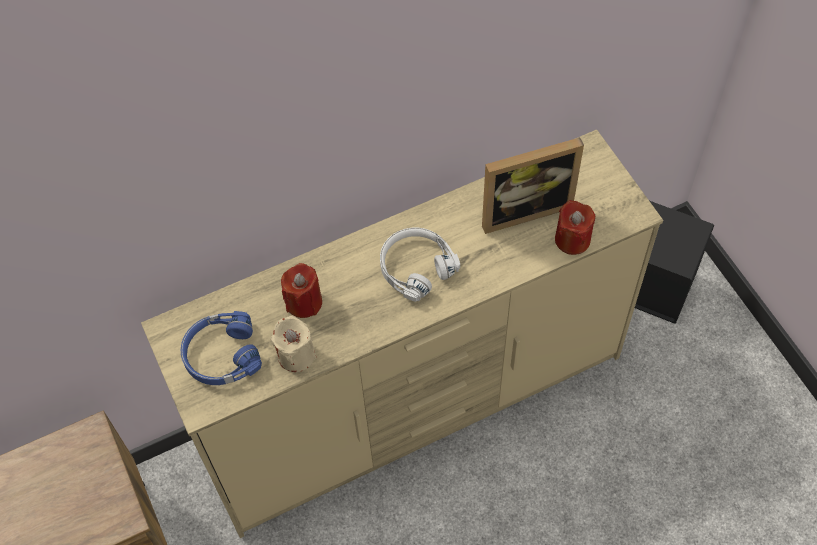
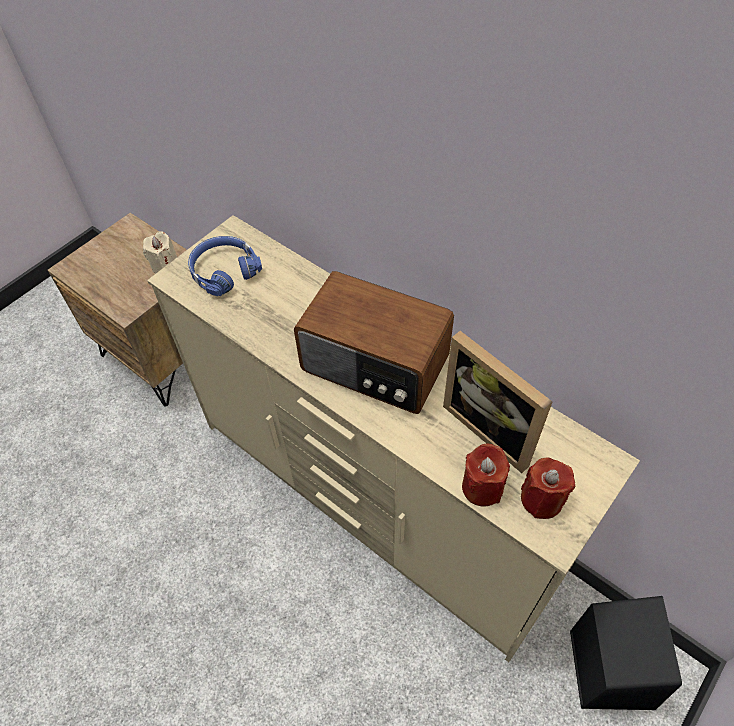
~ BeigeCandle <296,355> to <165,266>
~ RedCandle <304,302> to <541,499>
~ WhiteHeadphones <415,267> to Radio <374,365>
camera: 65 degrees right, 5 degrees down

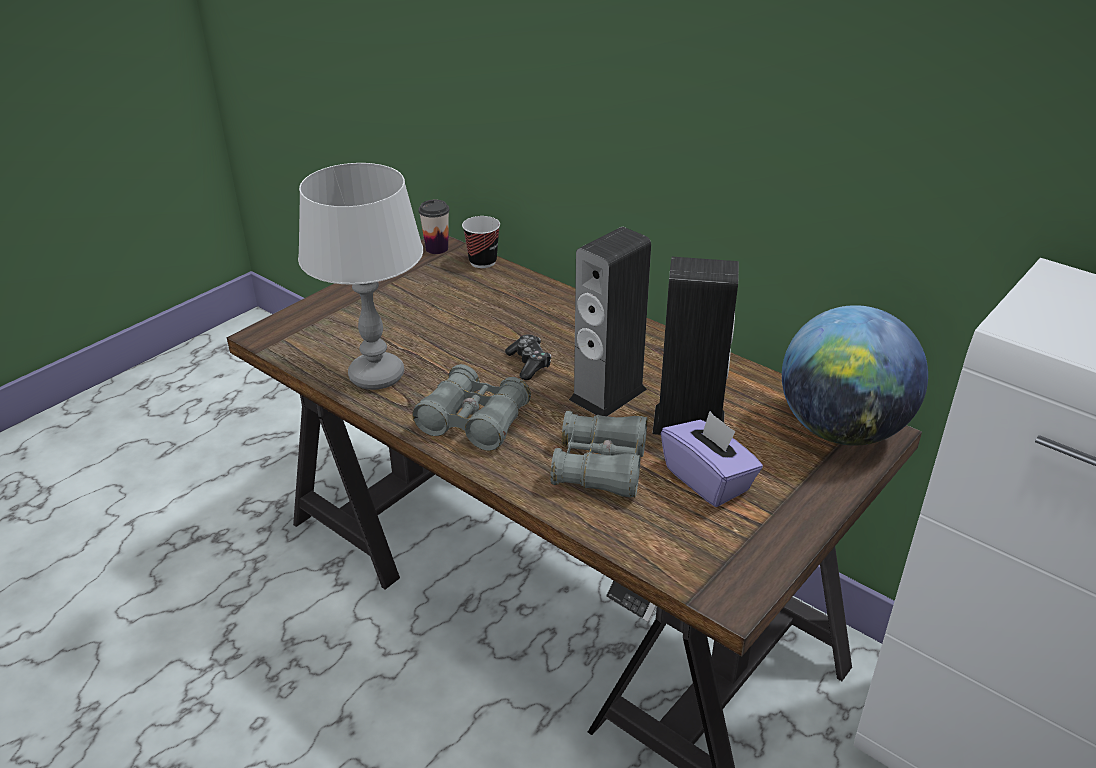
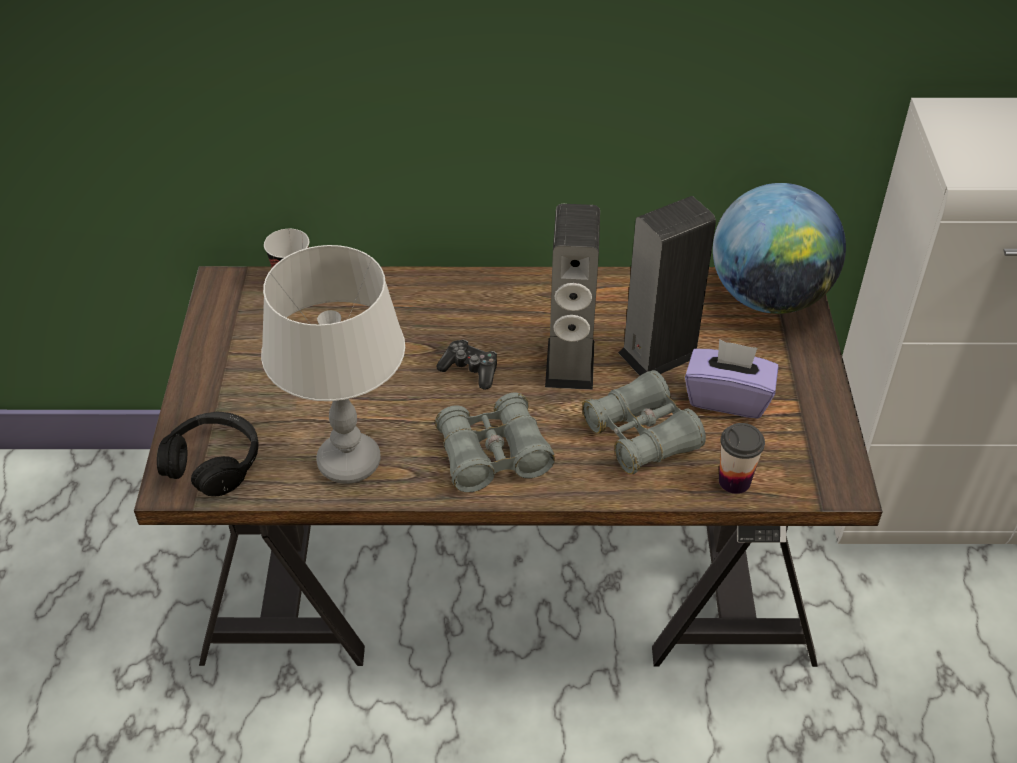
~ Cup <436,248> to <734,481>
+ BlackHeadphones <213,462>
camera: 40 degrees left, 10 degrees up

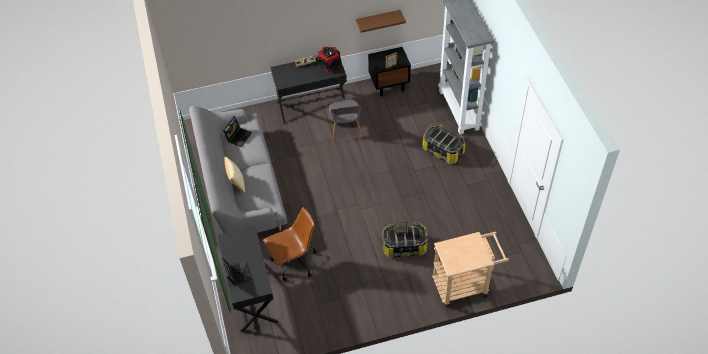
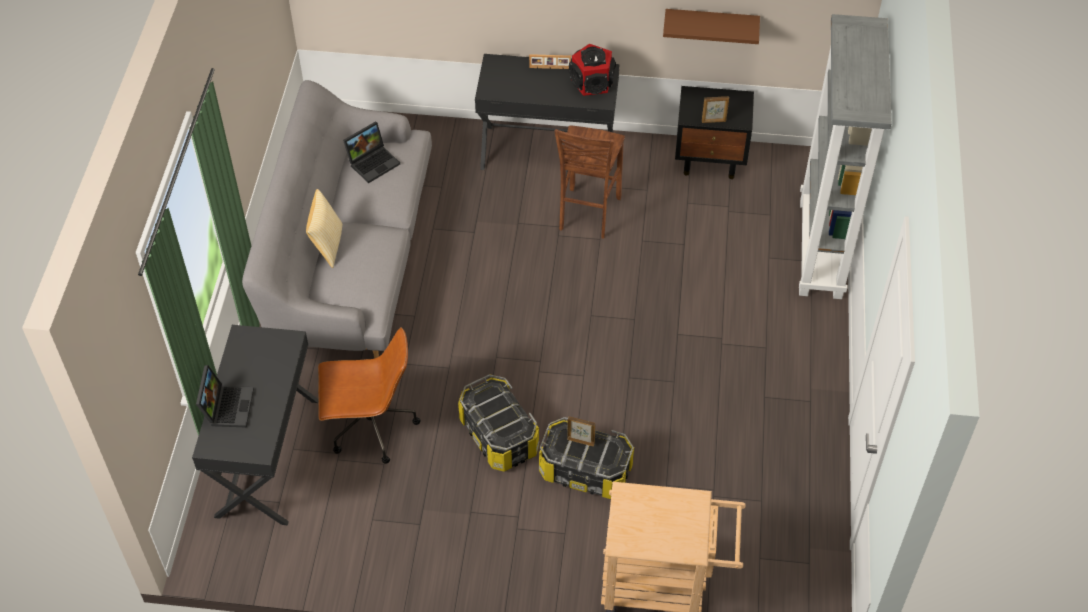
~ GreyChair <345,129> to BrownStool <587,214>
~ StorageBox <443,150> to <499,435>
camera: 20 degrees right, 0 degrees up

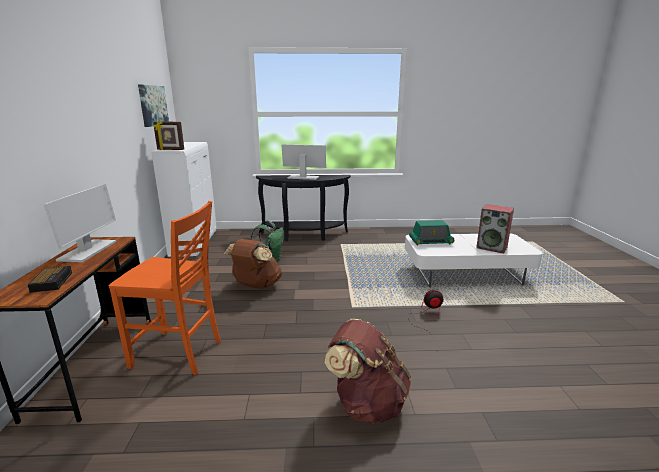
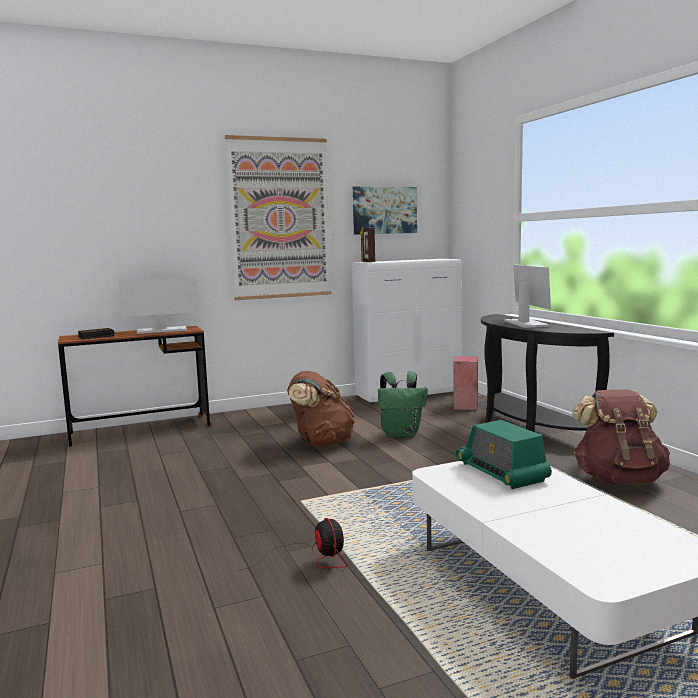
- OrangeChair <179,354>
~ BrownBackpack <367,403> to <618,480>
~ Speaker <492,247> to <466,406>
+ Picture <280,218>
camera: 70 degrees right, 10 degrees down

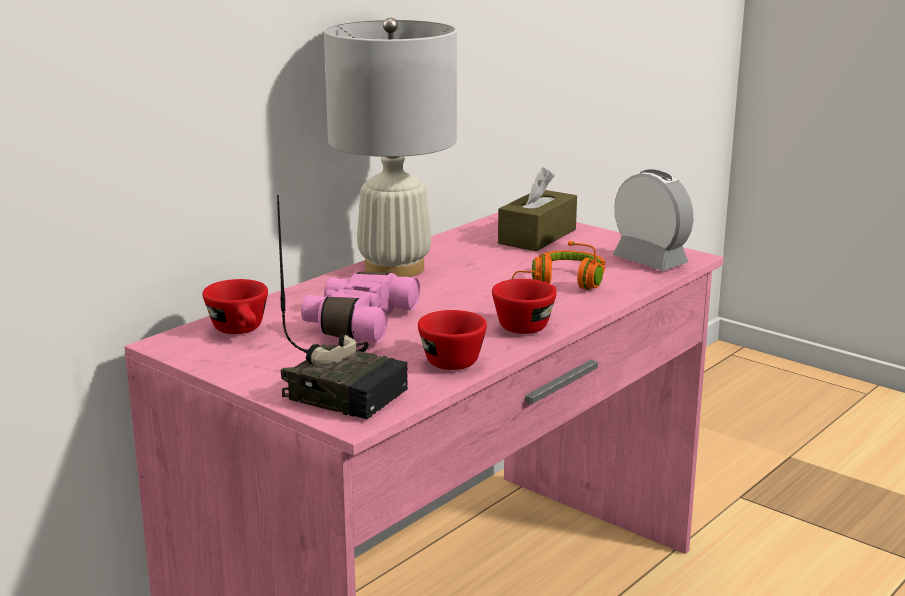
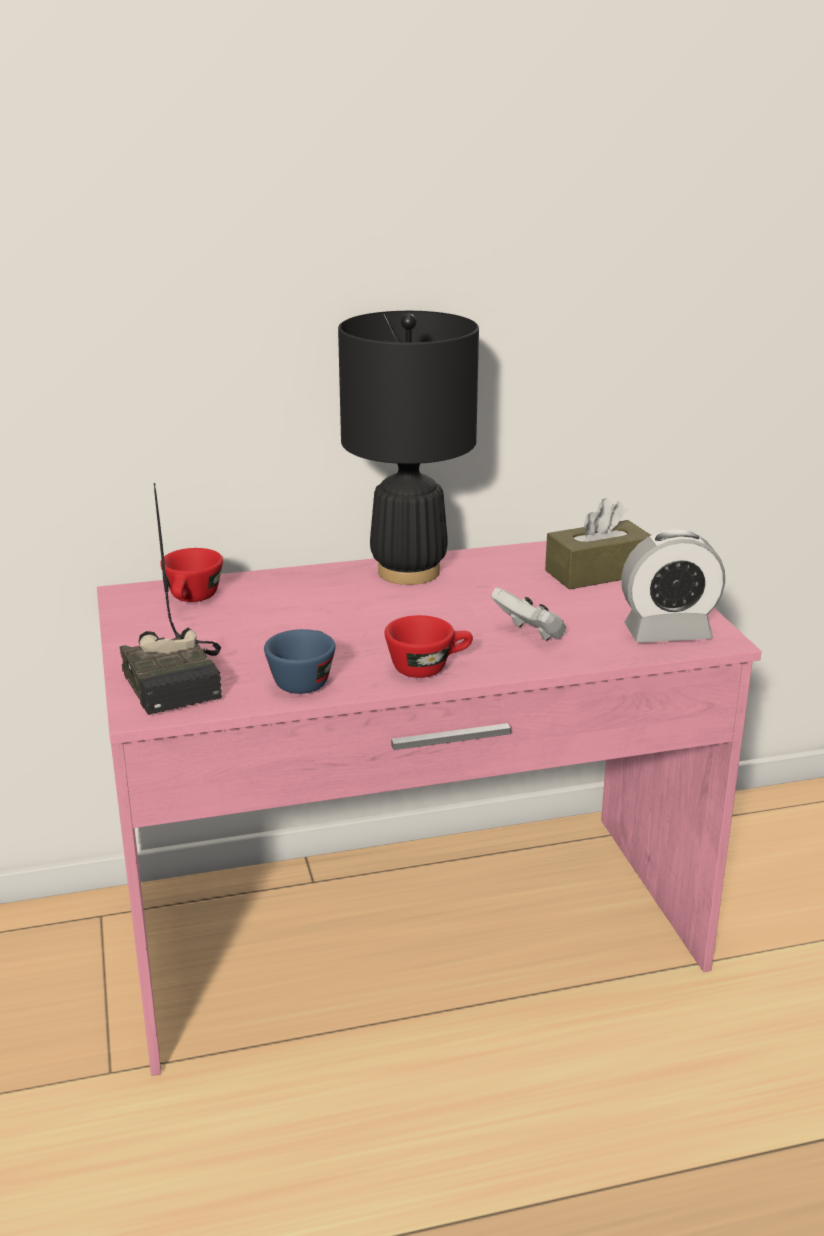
- PinkBinoculars <357,323>
~ WhiteTableLamp <395,268> to BlackTableLamp <409,572>
~ RedCup <447,359> to BlueCup <304,679>
~ OrangeHeadphones <561,285> to WhiteGameController <530,634>
~ AlarmClock <650,261> = <667,633> 90 degrees clockwise
camera: 35 degrees right, 5 degrees up

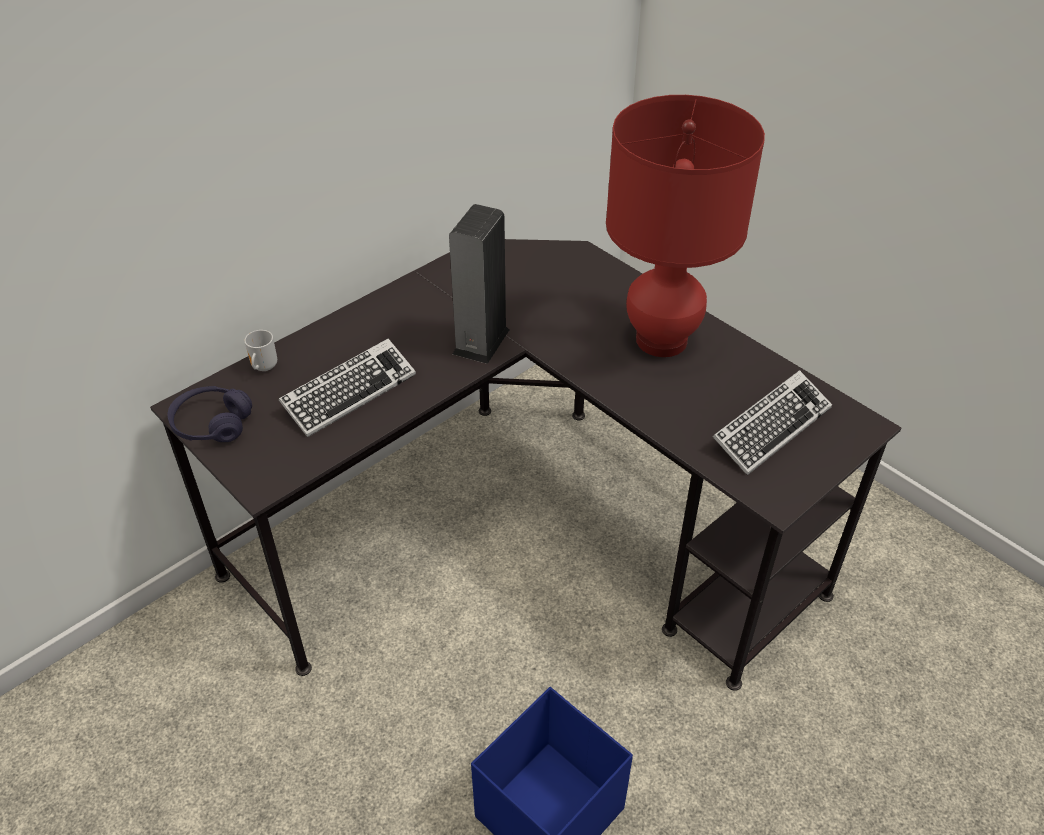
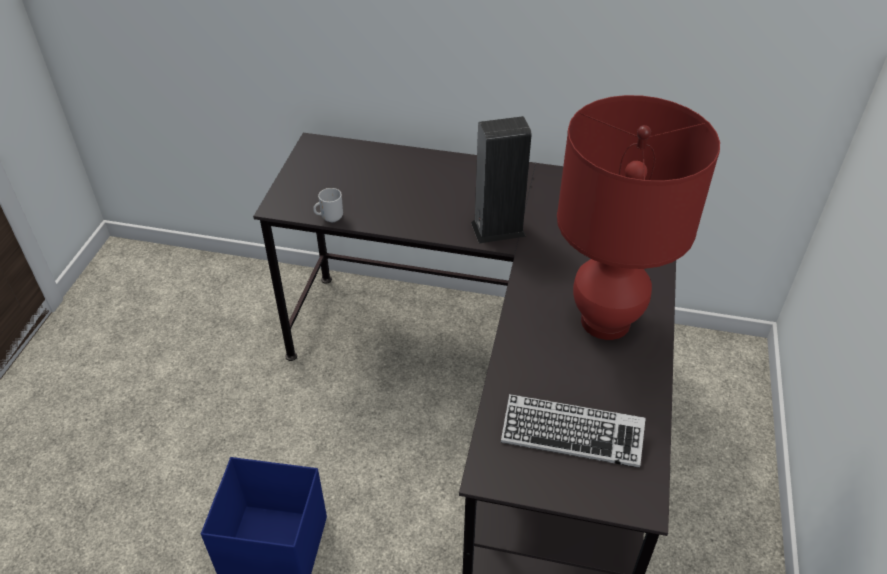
- PurpleHeadphones <212,424>
~ Mug <263,367> to <330,218>
- Keyboard <349,393>
camera: 55 degrees right, 0 degrees up

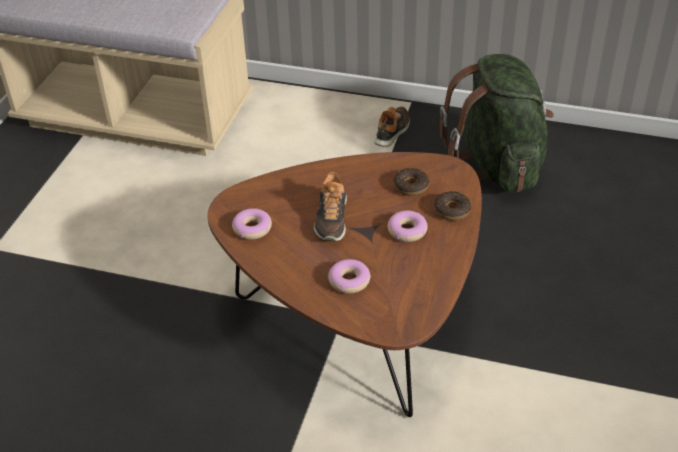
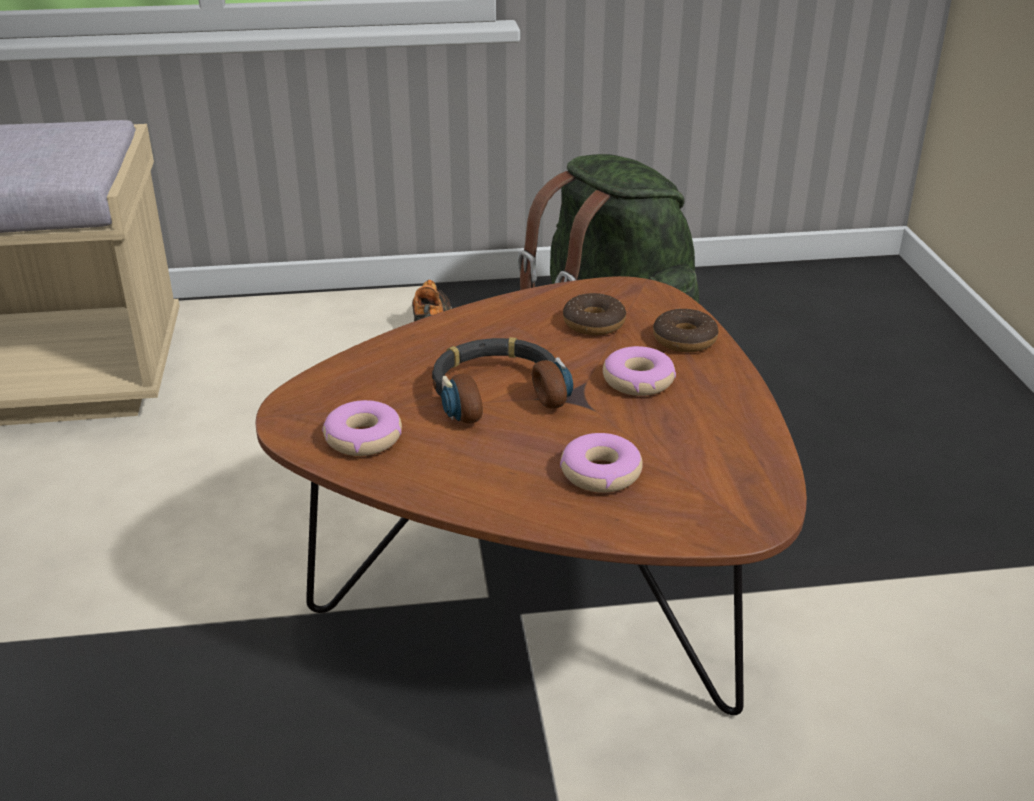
~ Shoe <331,219> to Headphones <497,393>
camera: 25 degrees left, 10 degrees down

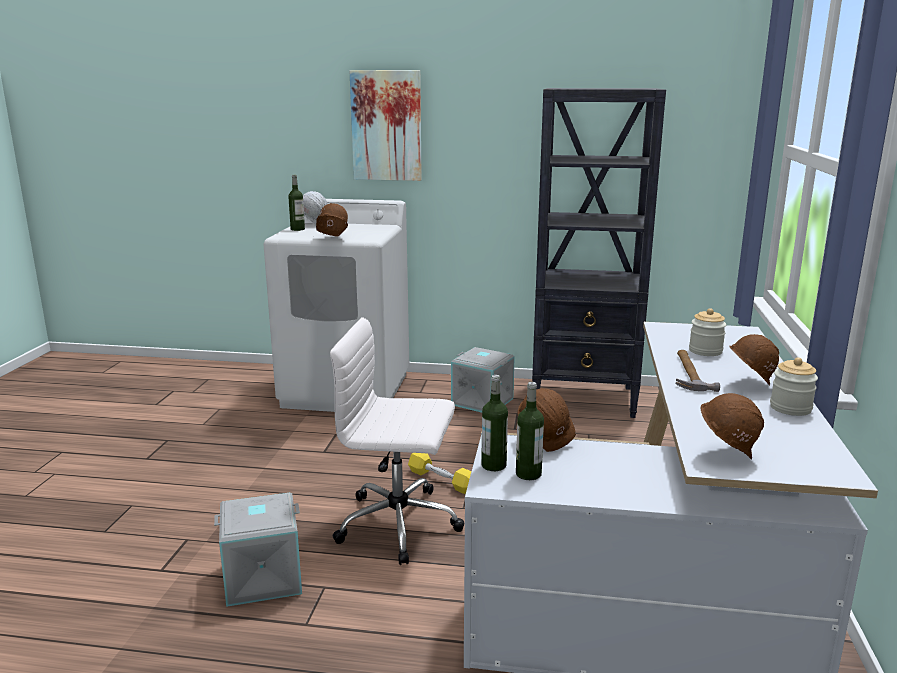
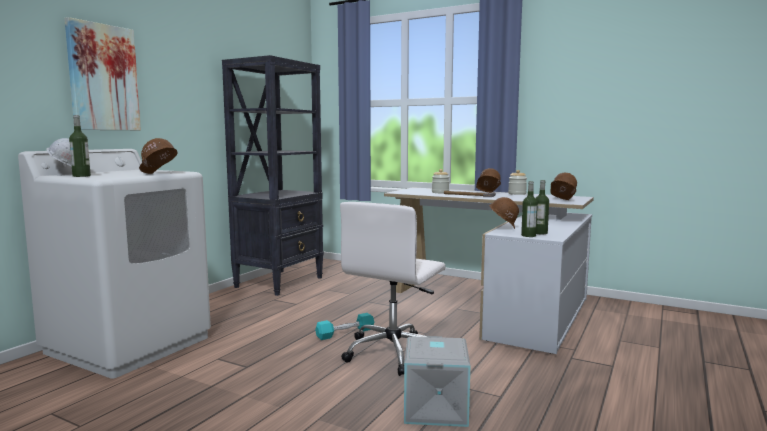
~ YellowDumbbell <441,480> to TurquoiseDumbbell <345,333>
- GreyStorageBox <483,401>
camera: 70 degrees left, 10 degrees down

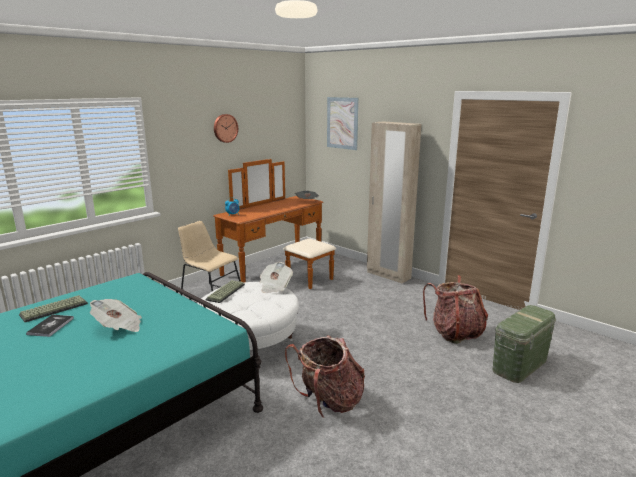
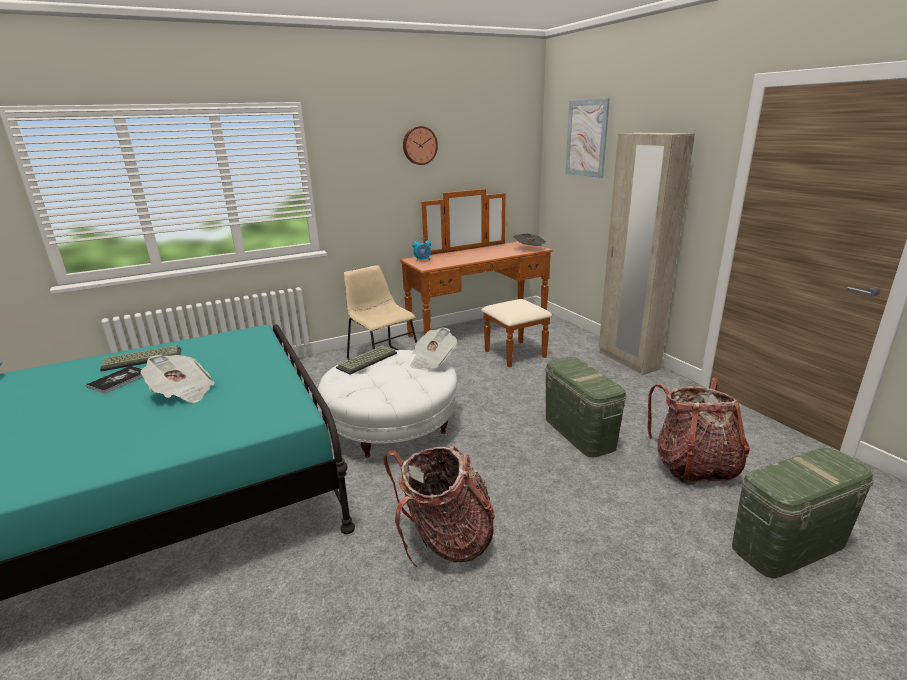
+ GreenStorageBox <579,432>
camera: 20 degrees right, 5 degrees up

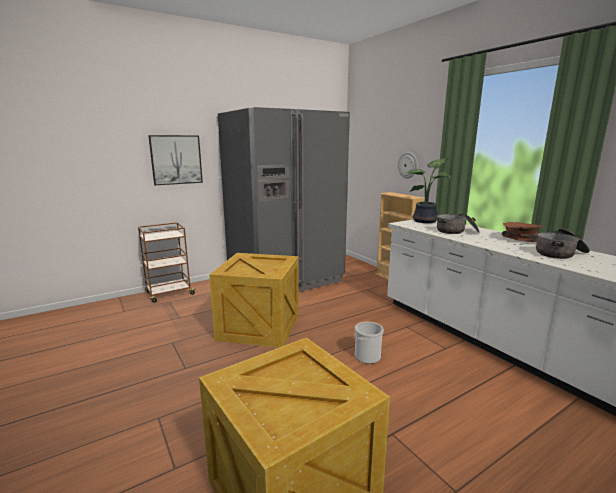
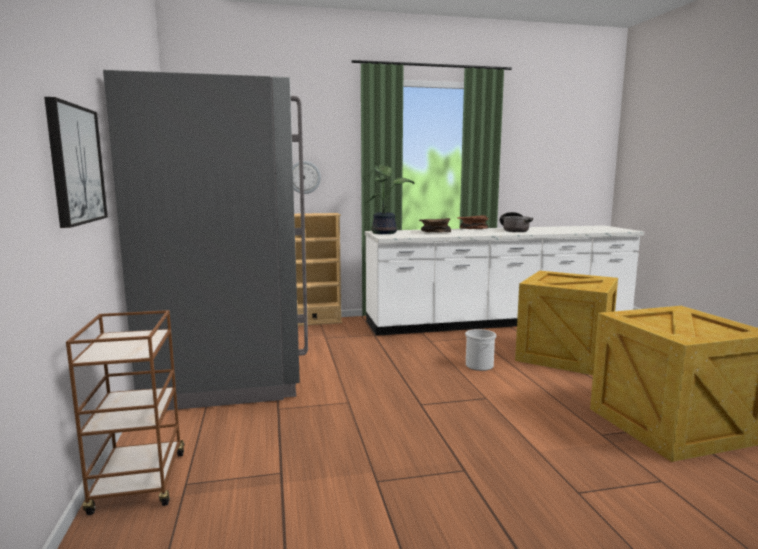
~ Crate <260,327> to <566,355>
~ CookingPot <456,231> to BrownBowl <434,233>
camera: 70 degrees left, 5 degrees down

